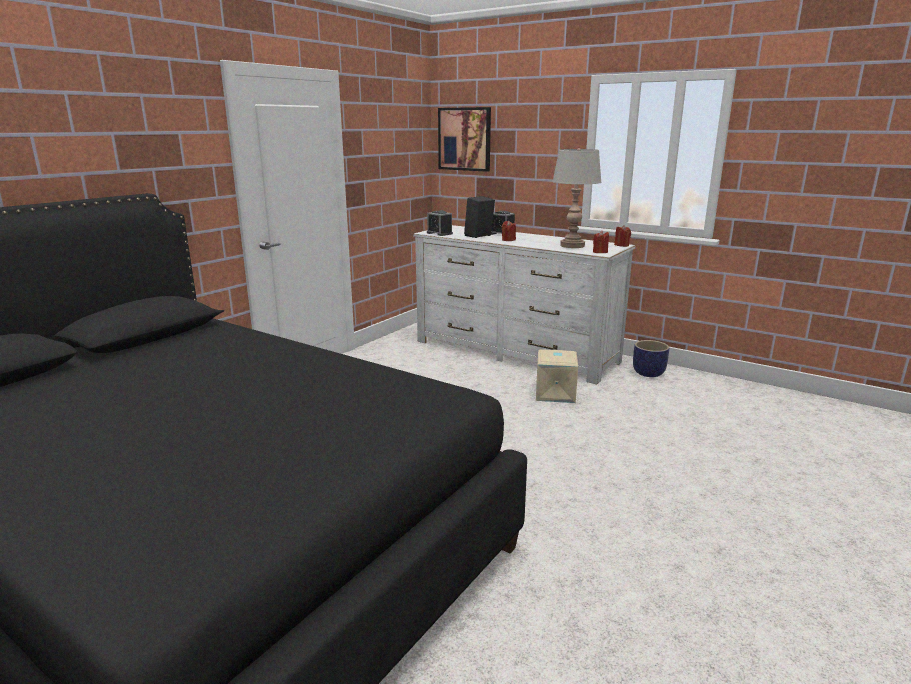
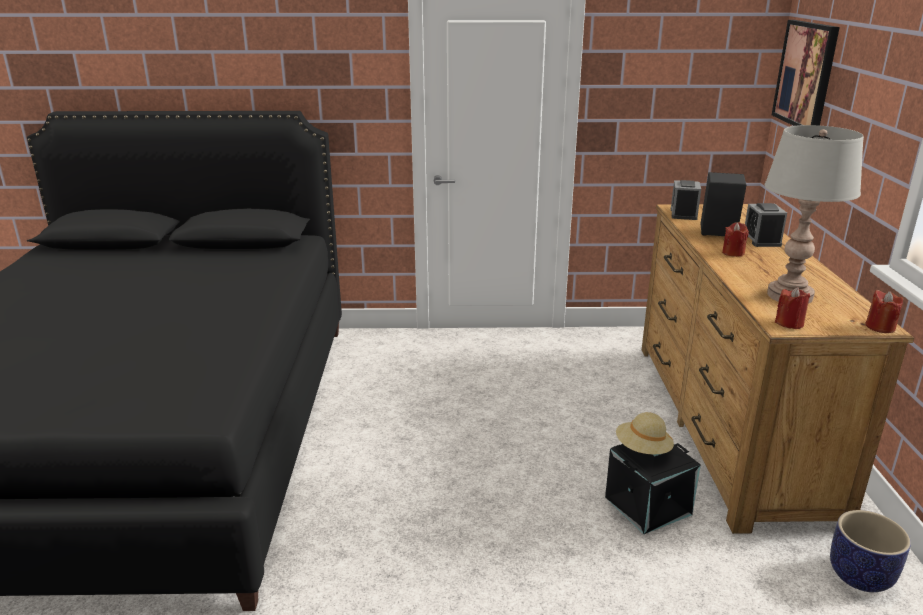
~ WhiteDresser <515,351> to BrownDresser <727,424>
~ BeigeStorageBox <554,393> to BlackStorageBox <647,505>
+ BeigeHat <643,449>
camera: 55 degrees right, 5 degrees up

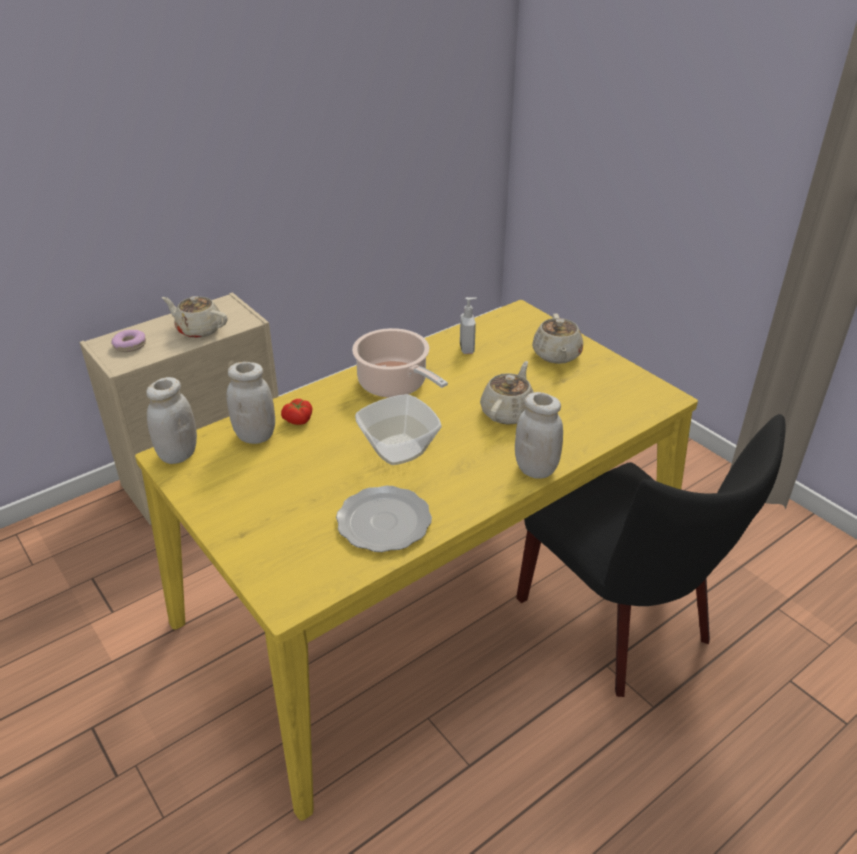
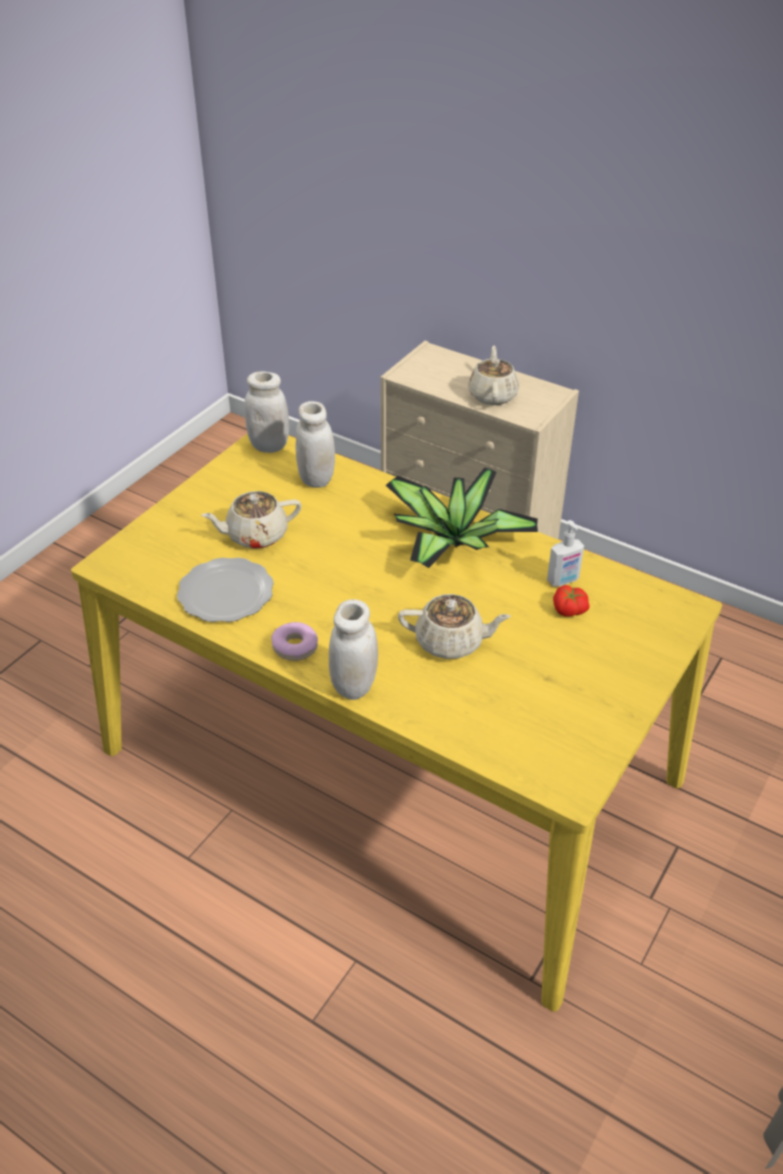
~ Donut <130,345> to <295,647>
~ Tomato <299,421> to <568,610>
~ CookingPot <395,385> to PottedPlant <452,543>
- Bowl <398,451>
- BlackChair <622,625>
~ BeigeTeapot <556,355> to <255,535>
camera: 70 degrees right, 5 degrees up

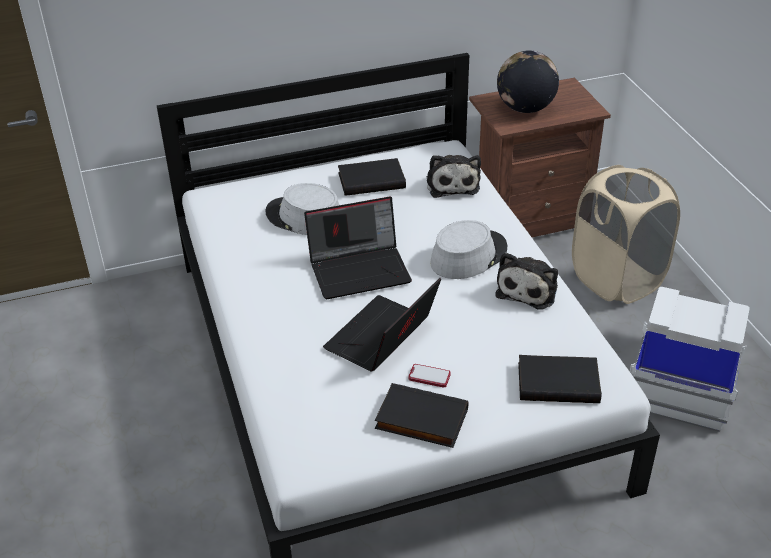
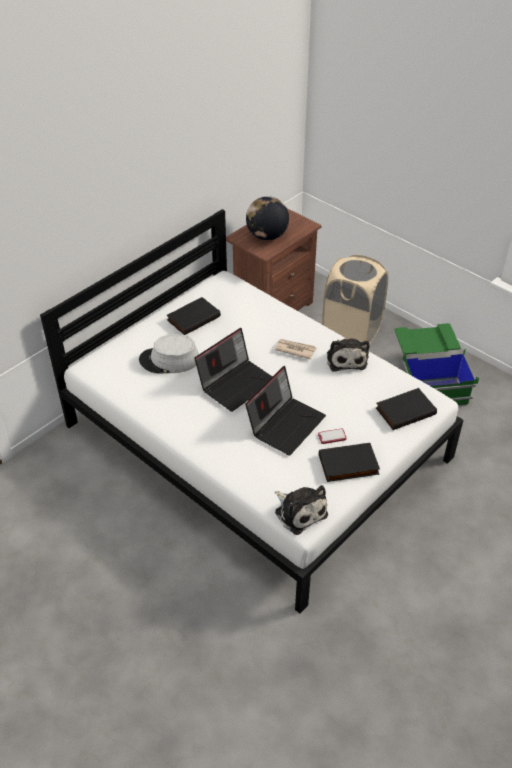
~ Laptop <382,338> = <286,424> 150 degrees counterclockwise
~ PlushToy <452,184> to <299,511>
~ GreyHat <468,255> to Newspaper <295,349>
~ WhiteStorageBox <684,377> to GreenStorageBox <428,379>
camera: 30 degrees left, 5 degrees up

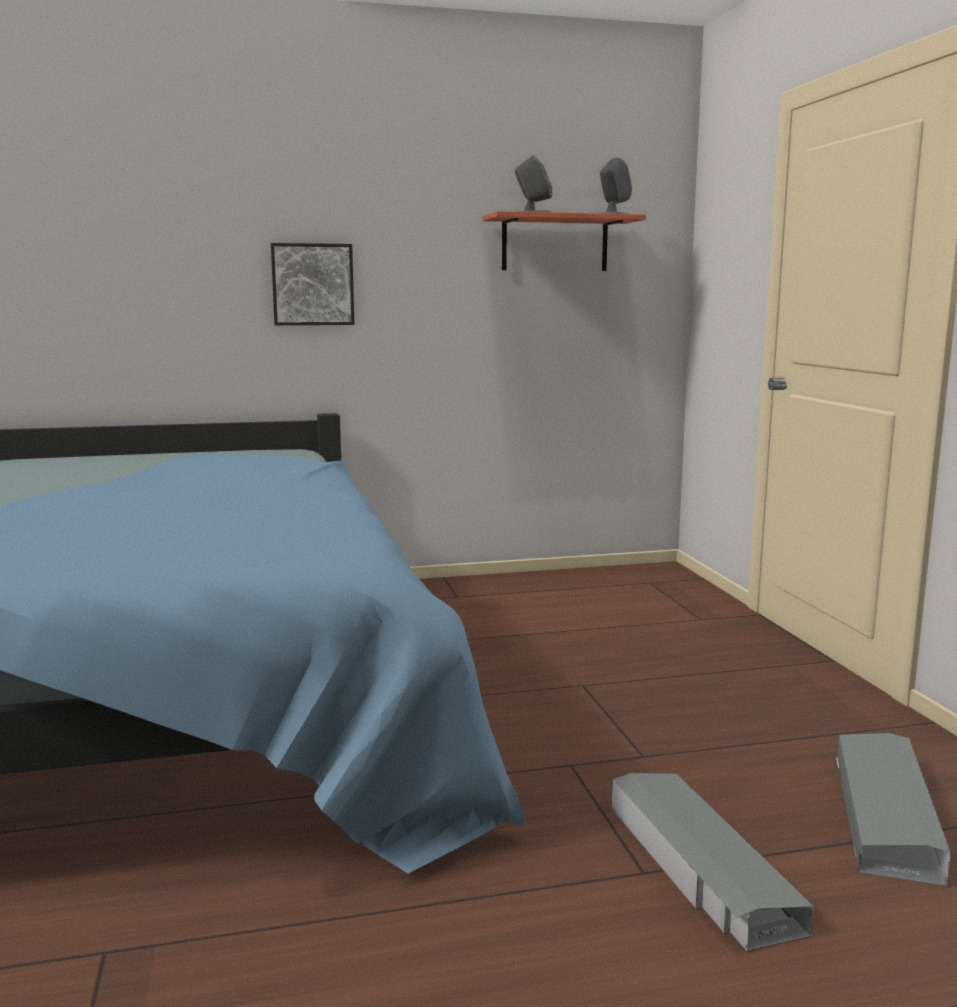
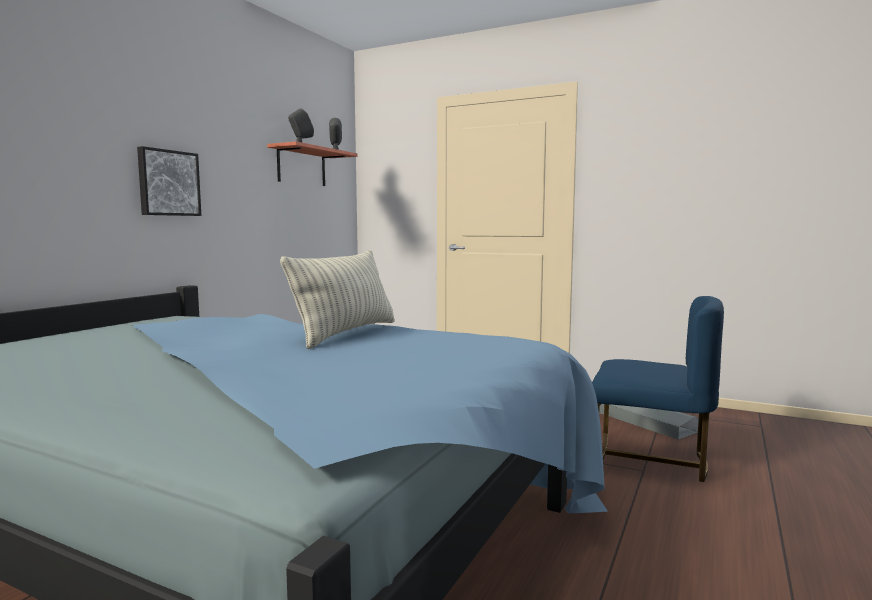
~ GreyStorageBox <700,867> to BlueChair <649,460>
+ Pillow <346,333>
camera: 50 degrees left, 5 degrees down

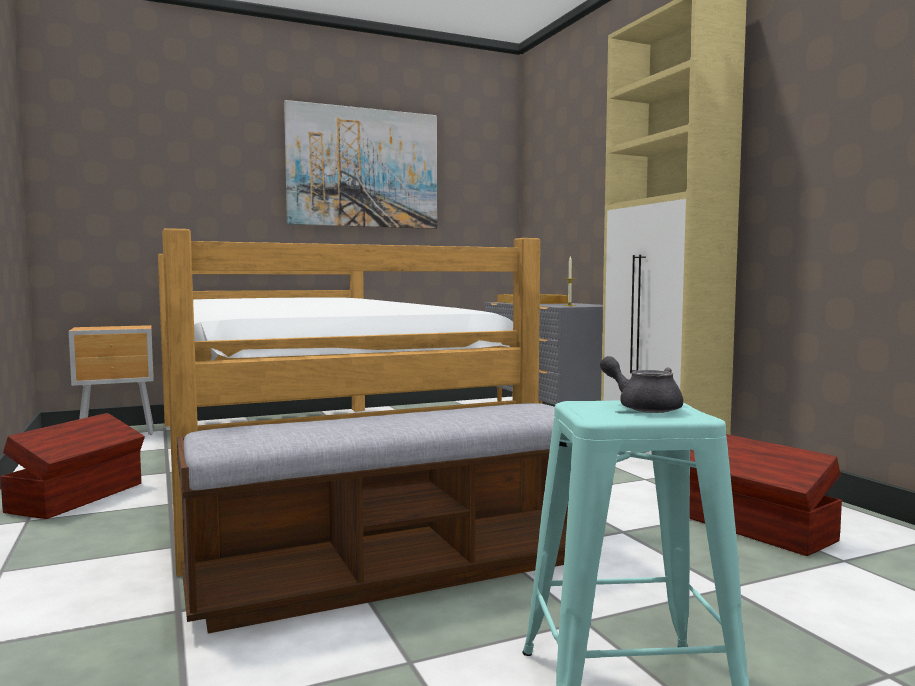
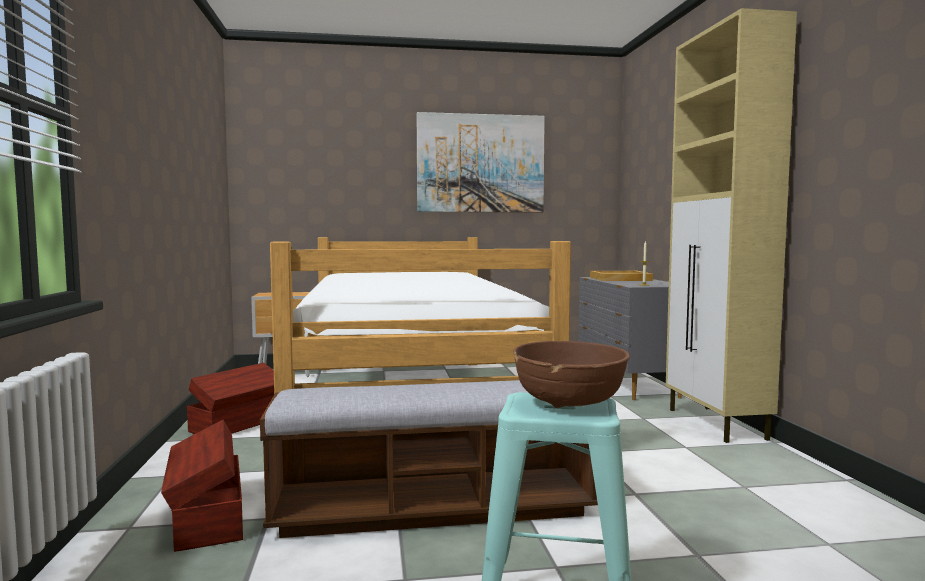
~ GreyTeapot <643,407> to BrownBowl <569,403>
~ BrownStorageBox <756,529> to <207,517>
camera: 15 degrees right, 0 degrees up

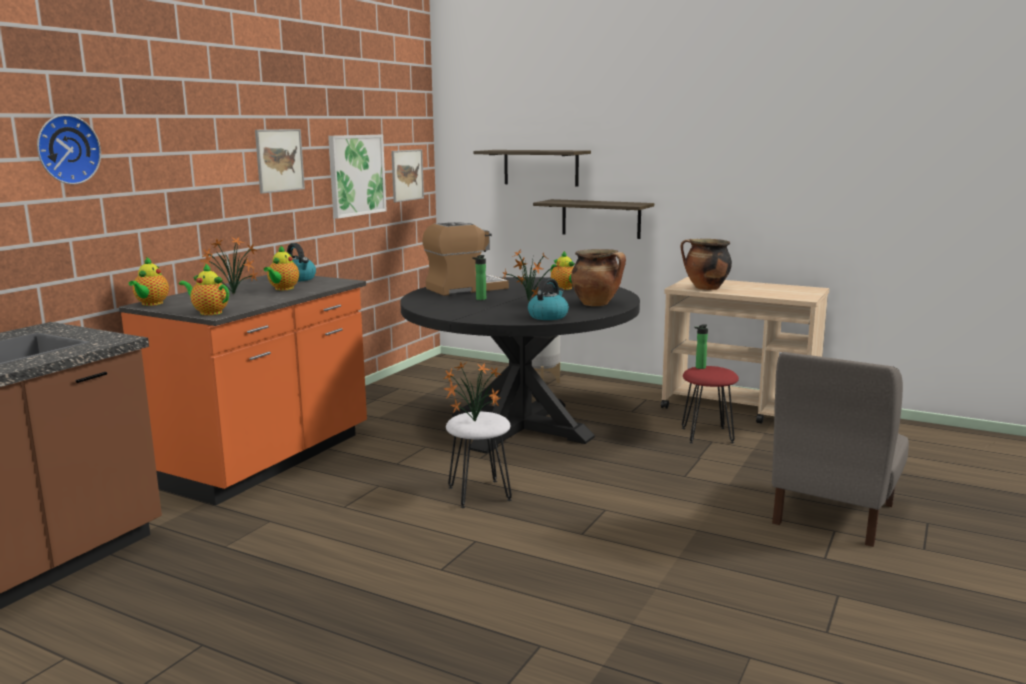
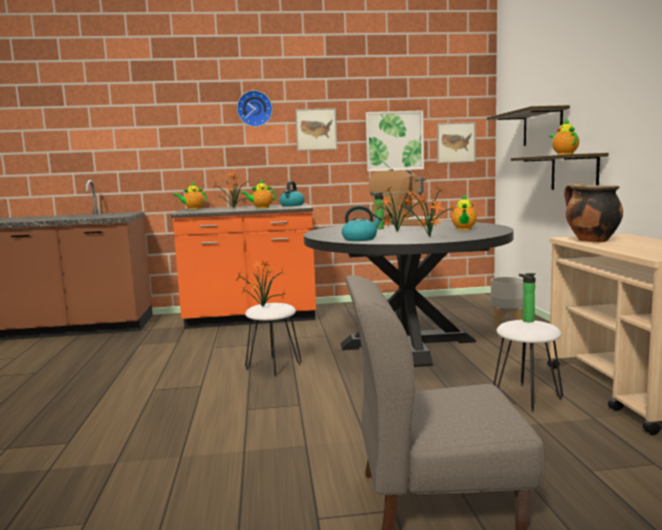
~ WallClock <66,149> to <254,109>
~ Teapot <209,312> to <564,154>
~ CookingPot <597,304> to PottedPlant <429,238>
~ RedStool <707,435> to WhiteStool <526,397>
camera: 55 degrees right, 5 degrees down

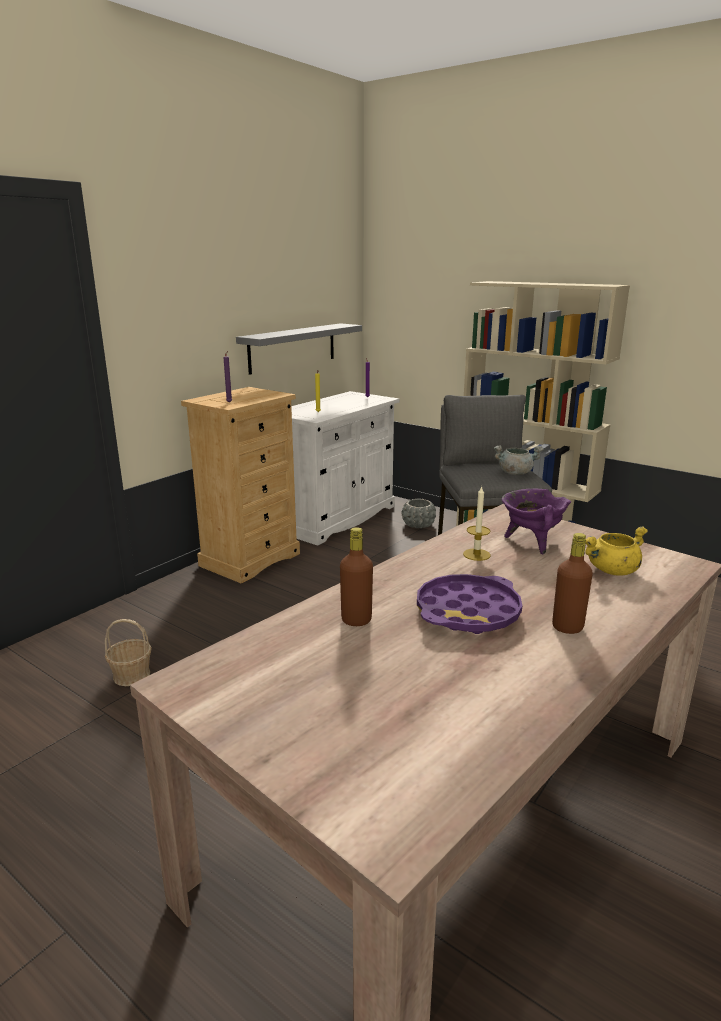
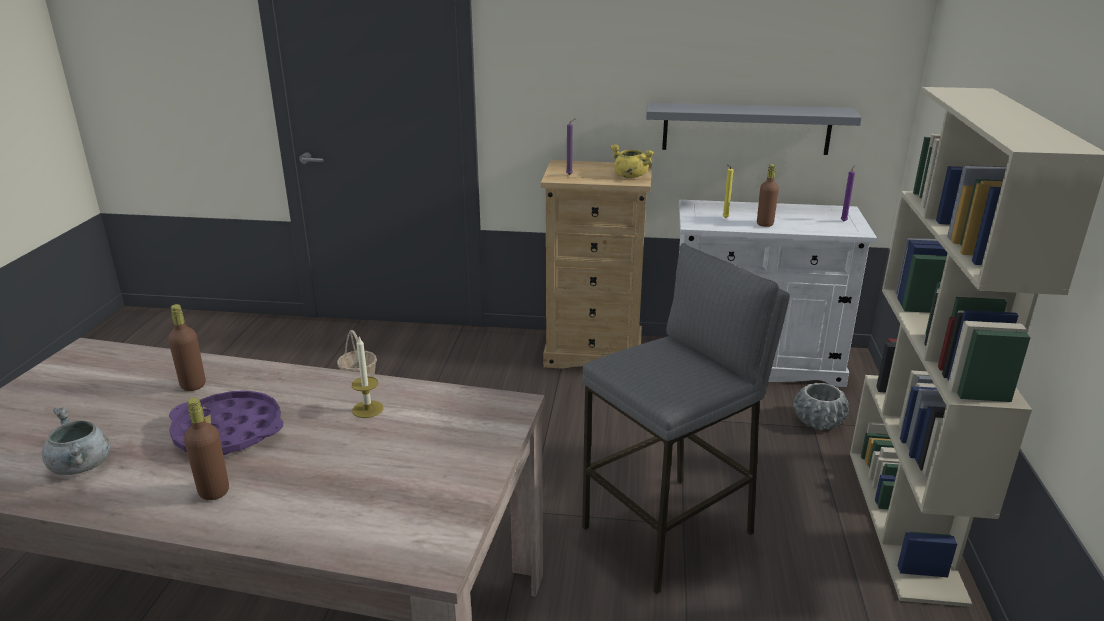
~ GreyCookingPot <515,473> to <83,466>
- PurpleCookingPot <531,542>
~ YellowCookingPot <612,571> to <630,176>
+ BrownBottle <765,224>
camera: 60 degrees right, 5 degrees up

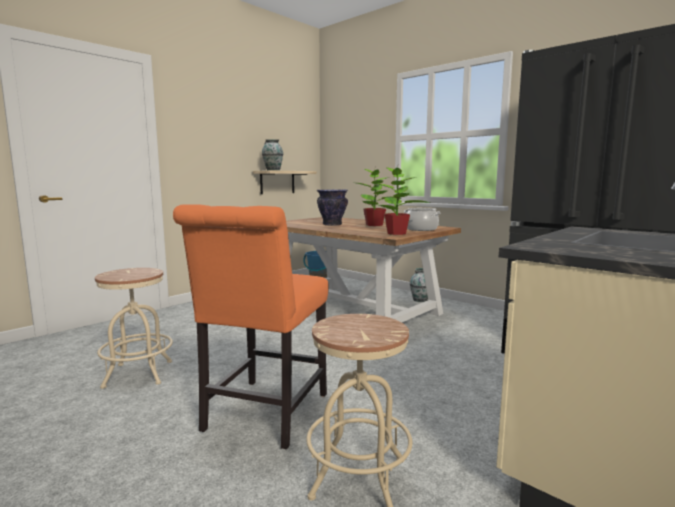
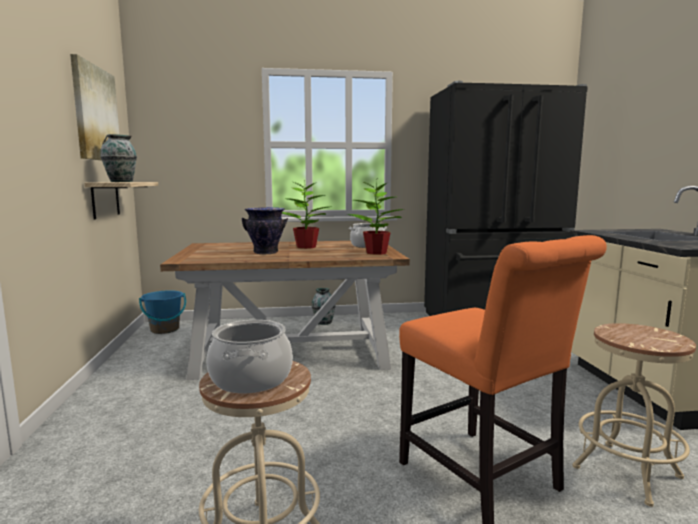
+ Picture <95,114>
+ CookingPot <251,379>
camera: 50 degrees left, 0 degrees up

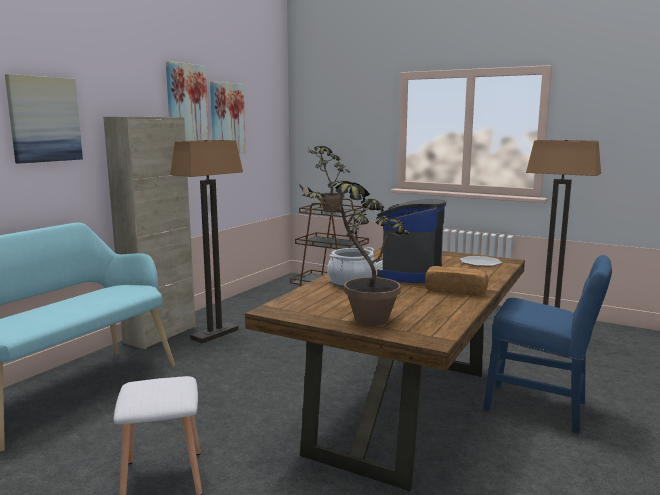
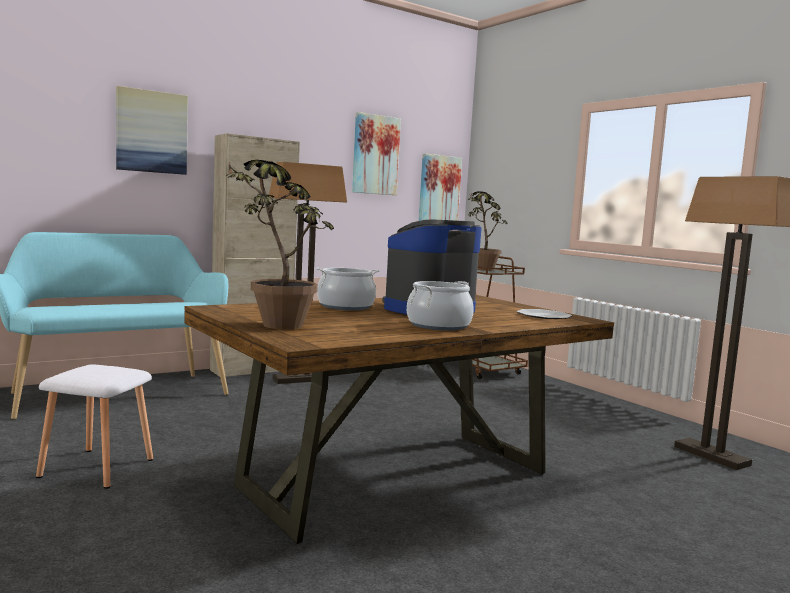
~ Picture <186,103> to <439,192>
~ Bread <455,291> to CookingPot <439,326>
- BlueChair <541,408>
camera: 25 degrees right, 5 degrees down

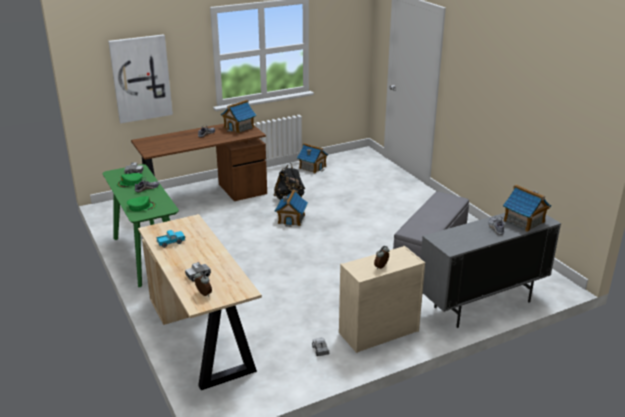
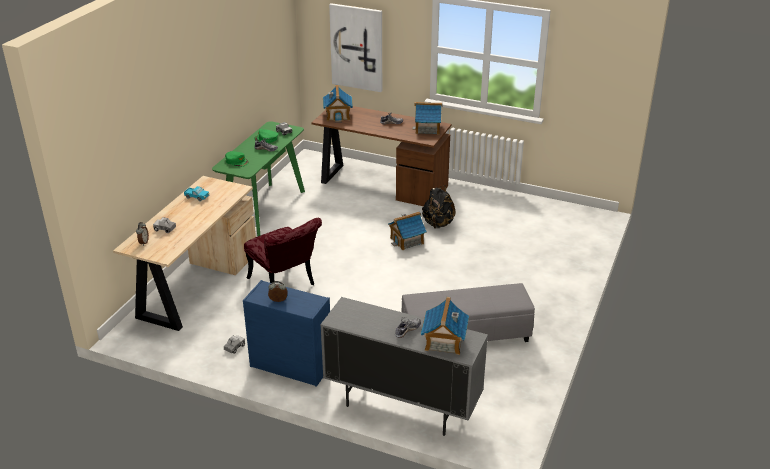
~ ToyHouse <312,167> to <338,115>
~ BeigeDresser <378,332> to BlueDresser <290,365>
+ RedChair <285,284>
camera: 50 degrees right, 5 degrees up

